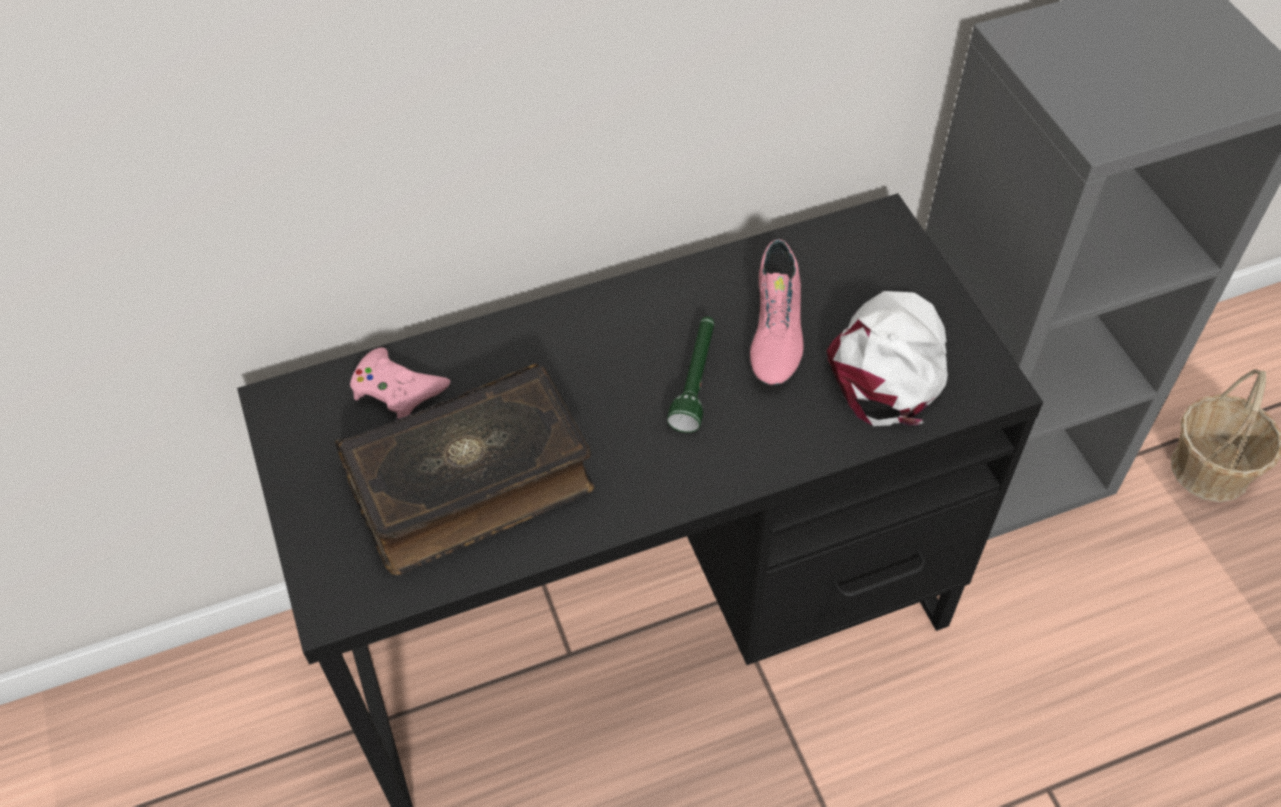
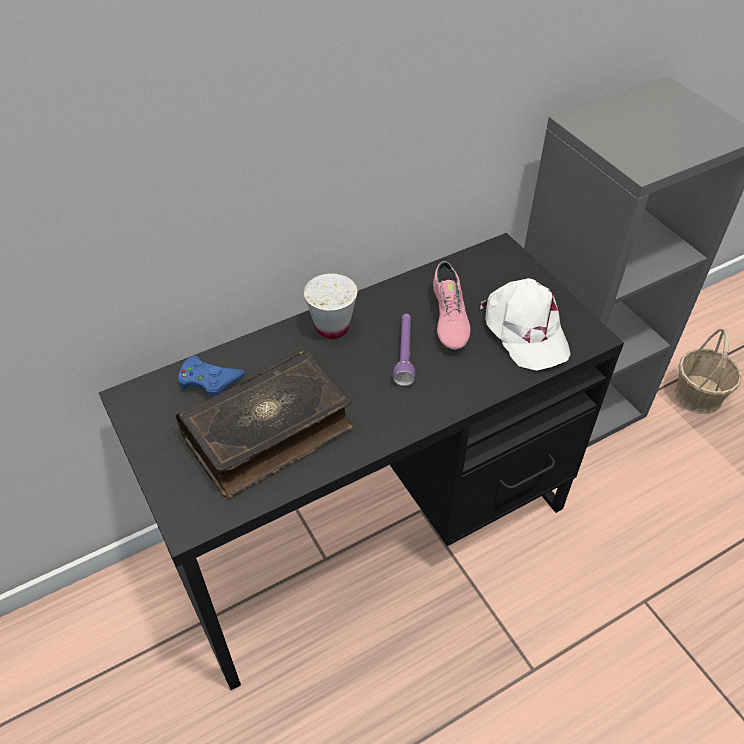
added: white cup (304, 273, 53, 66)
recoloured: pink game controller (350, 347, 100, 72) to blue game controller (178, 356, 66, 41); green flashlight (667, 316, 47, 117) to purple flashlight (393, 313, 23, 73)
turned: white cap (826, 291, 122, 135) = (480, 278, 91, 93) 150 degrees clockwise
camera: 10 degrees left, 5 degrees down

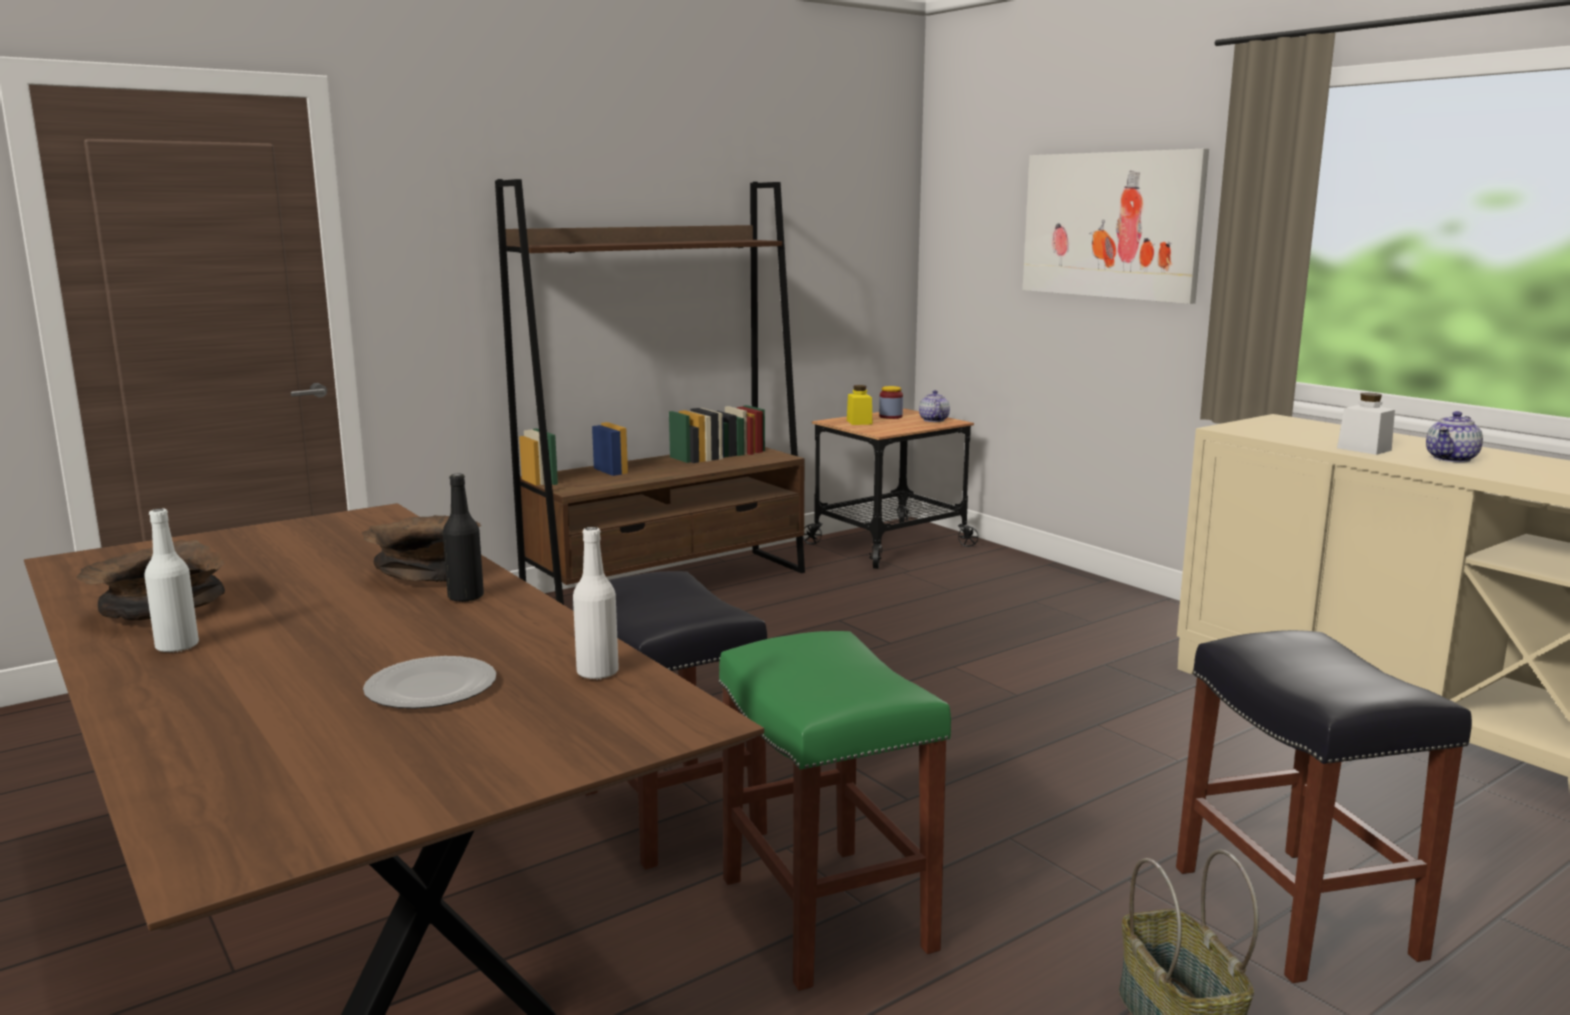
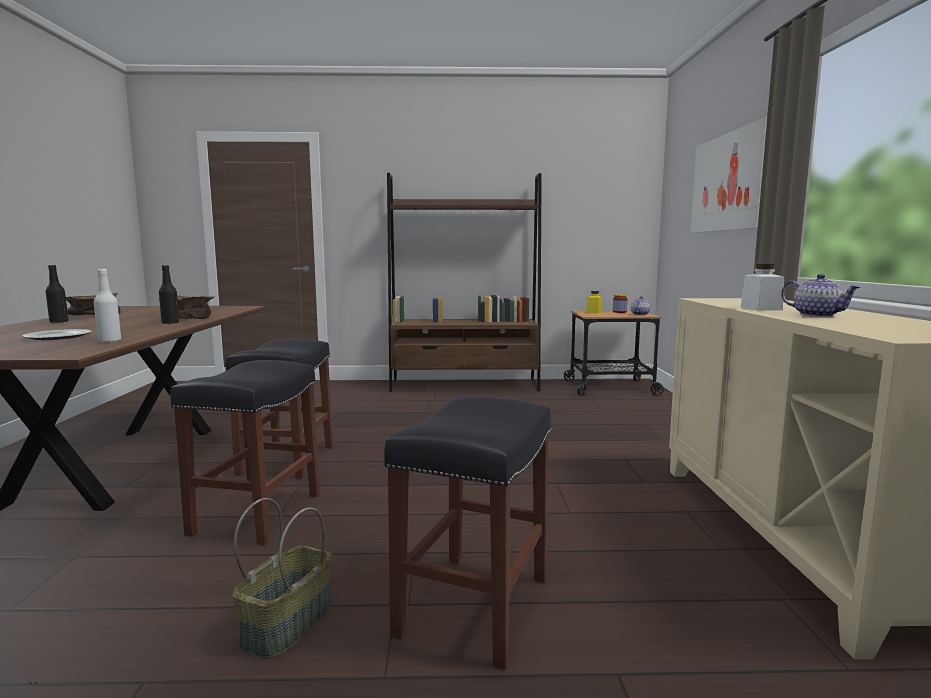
recoloured: white bottle (144, 508, 55, 145) to black bottle (45, 265, 24, 58); green stool (718, 631, 233, 360) to black stool (170, 360, 150, 185)
turned: teapot (1426, 411, 57, 52) = (781, 274, 79, 43) 120 degrees counterclockwise
camera: 35 degrees right, 5 degrees down

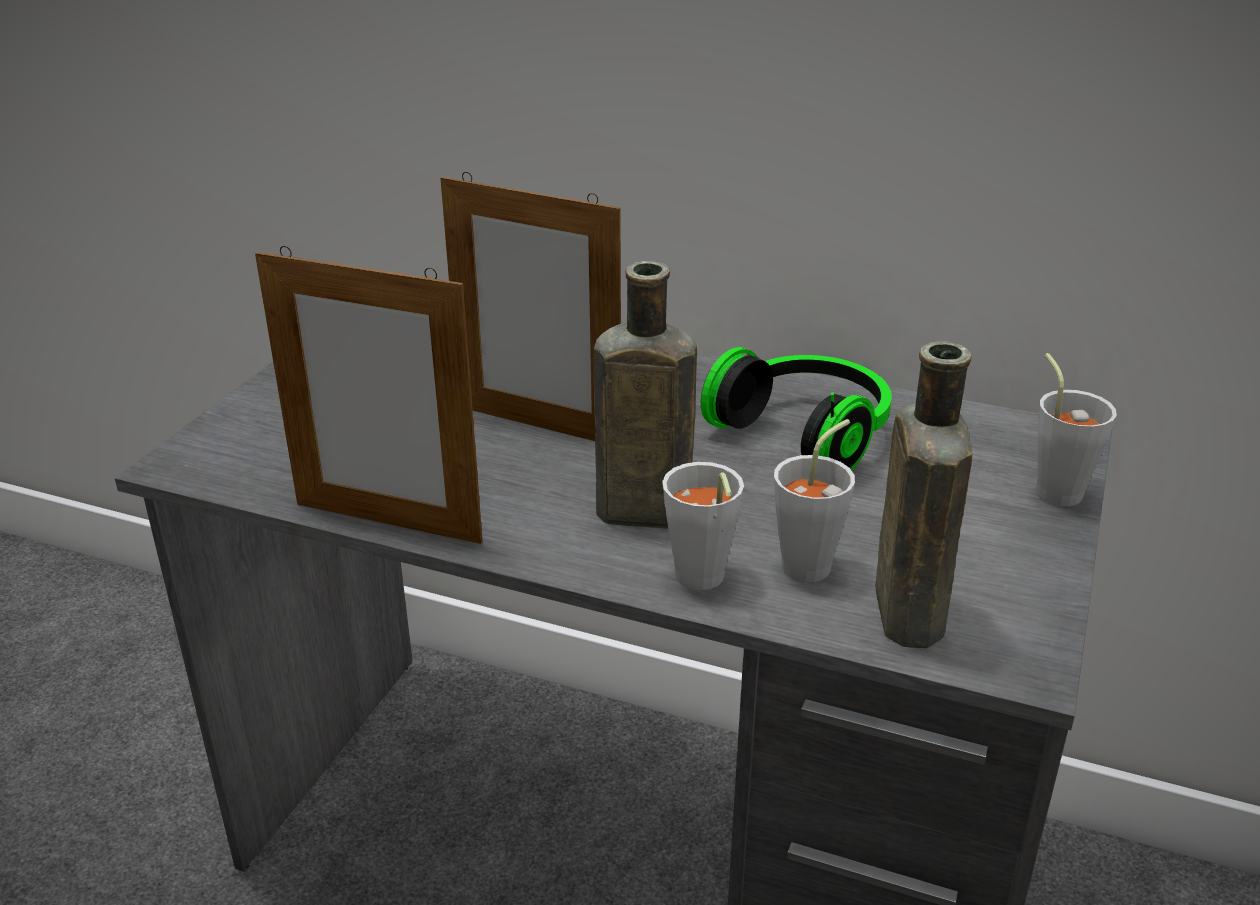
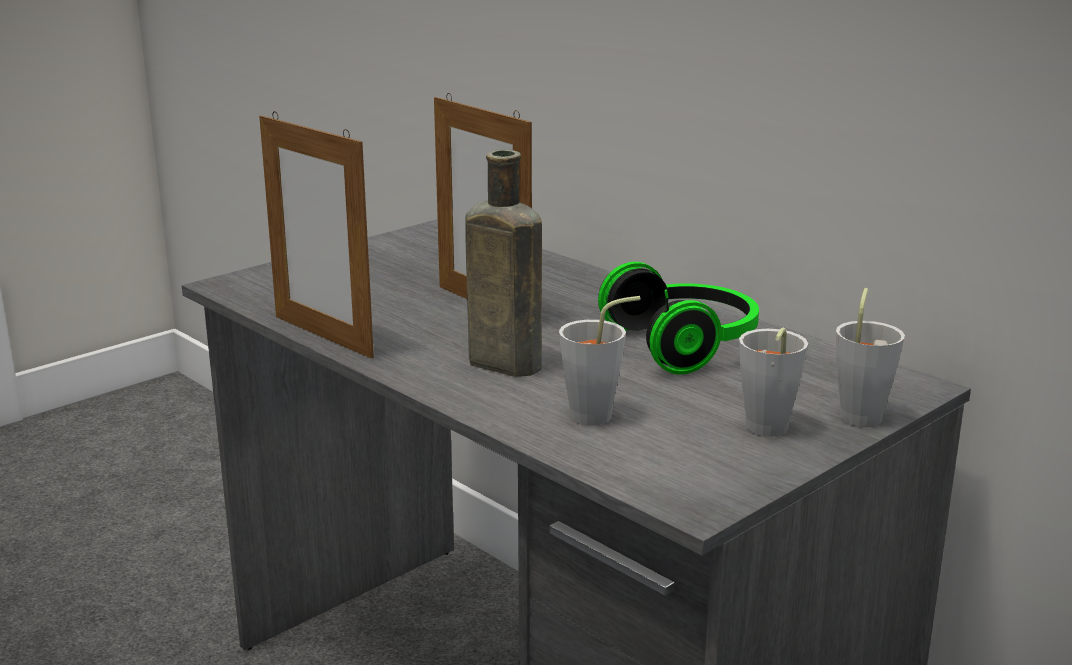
removed: brown bottle (875, 341, 97, 307)
moved: grey cup (662, 462, 82, 128) to (739, 328, 69, 109)
camera: 25 degrees right, 10 degrees down

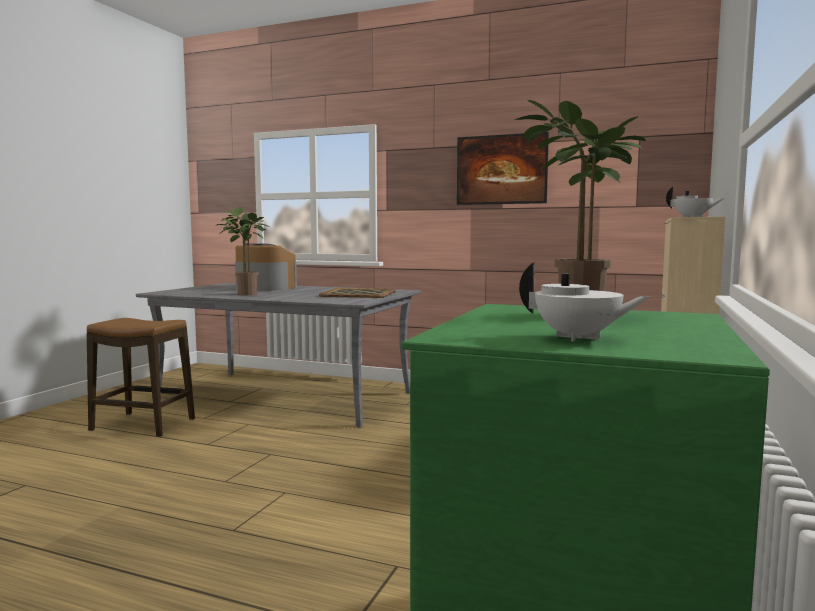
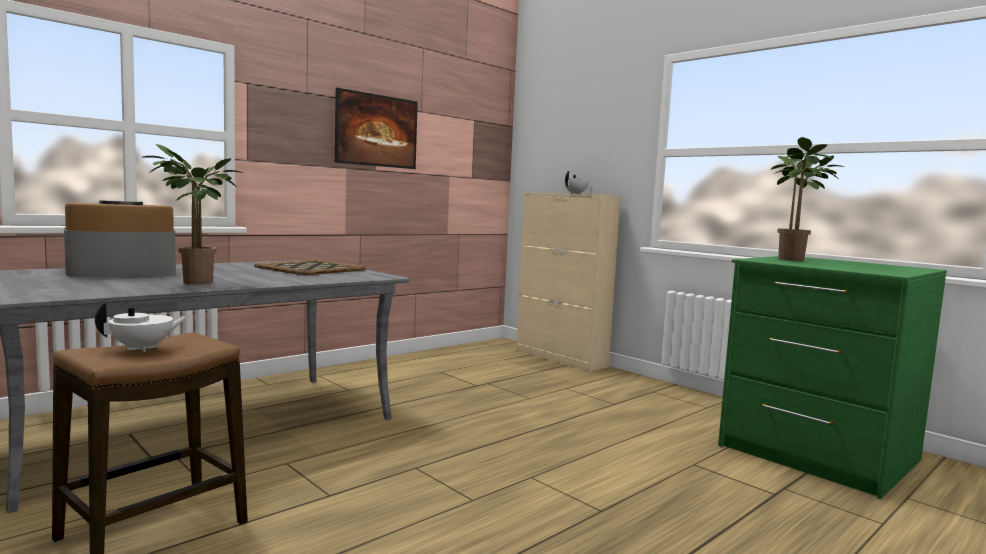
moved: white teapot (519, 262, 131, 80) to (95, 302, 94, 50)
camera: 65 degrees left, 0 degrees up

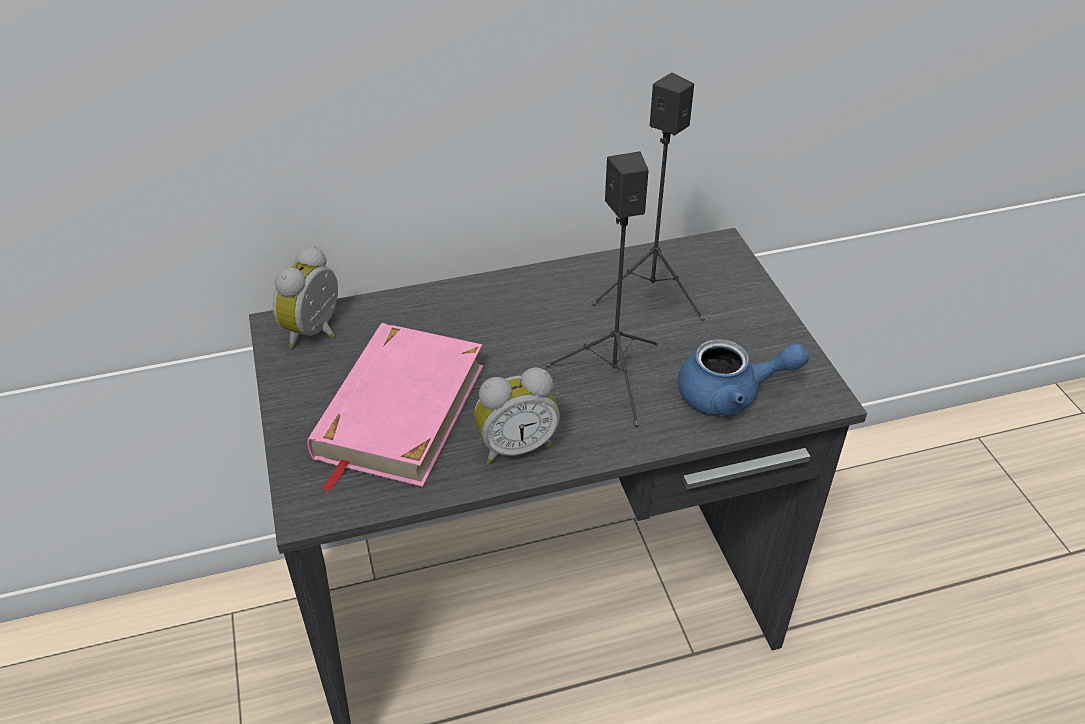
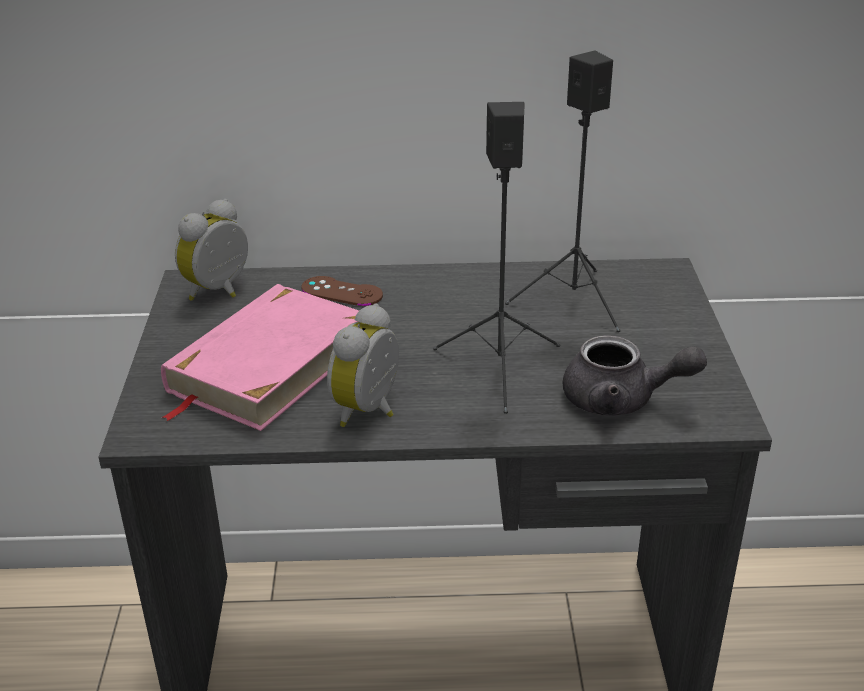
added: brown game controller (301, 276, 82, 30)
recoloured: blue teapot (678, 339, 131, 77) to grey teapot (562, 335, 145, 81)
turned: alarm clock (474, 367, 86, 97) = (327, 304, 72, 123) 120 degrees clockwise
camera: 15 degrees right, 10 degrees down

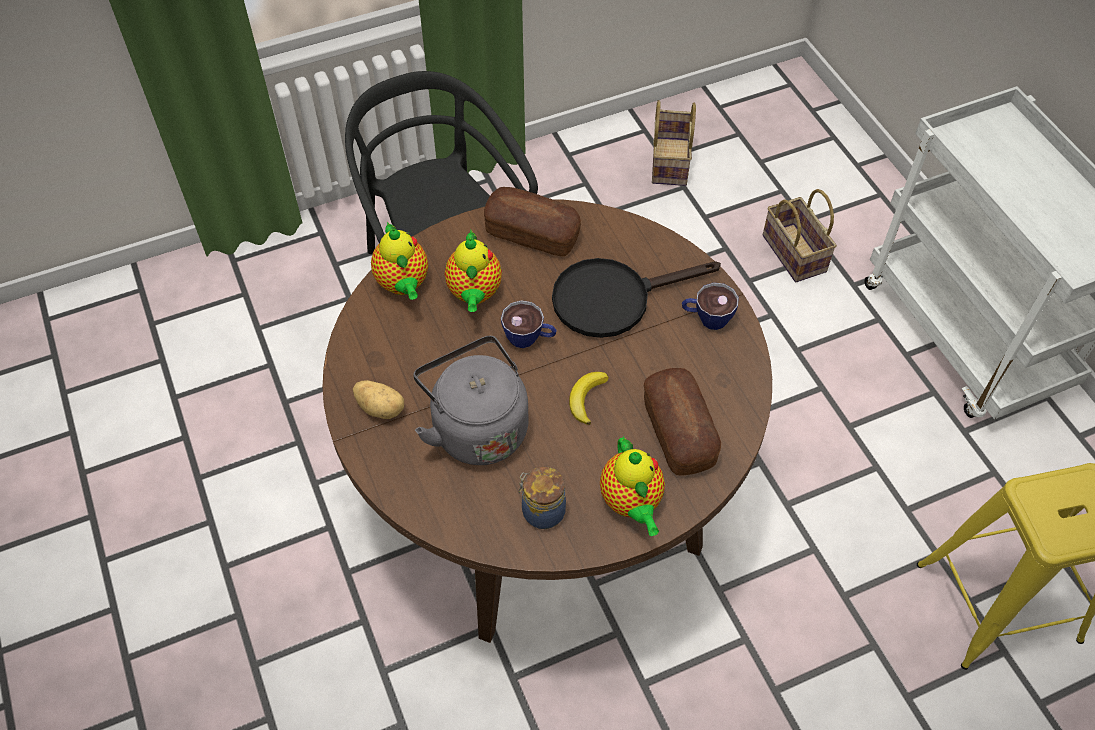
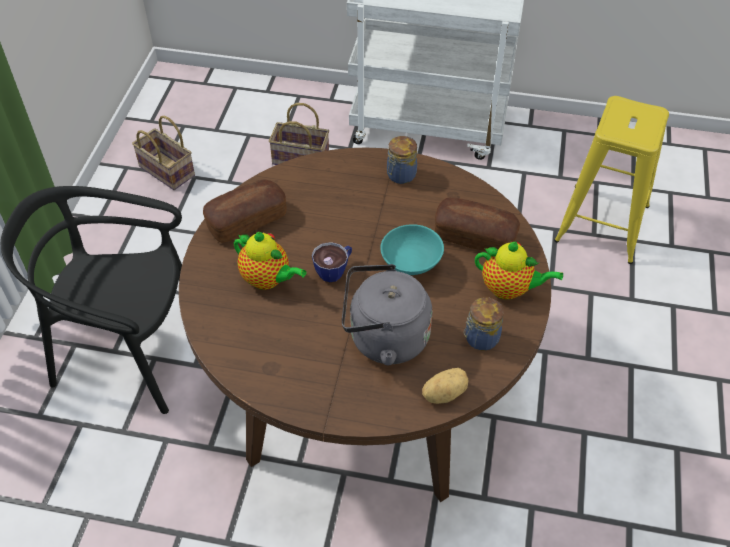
removed: teapot (371, 222, 57, 78); black frying pan (552, 258, 169, 80)
moved: potato (353, 380, 51, 39) to (422, 368, 46, 36)
replaced: banana (569, 372, 40, 53) to turquoise bowl (380, 224, 64, 51); cup (682, 283, 57, 47) to jar (387, 136, 30, 48)
camera: 55 degrees left, 5 degrees down

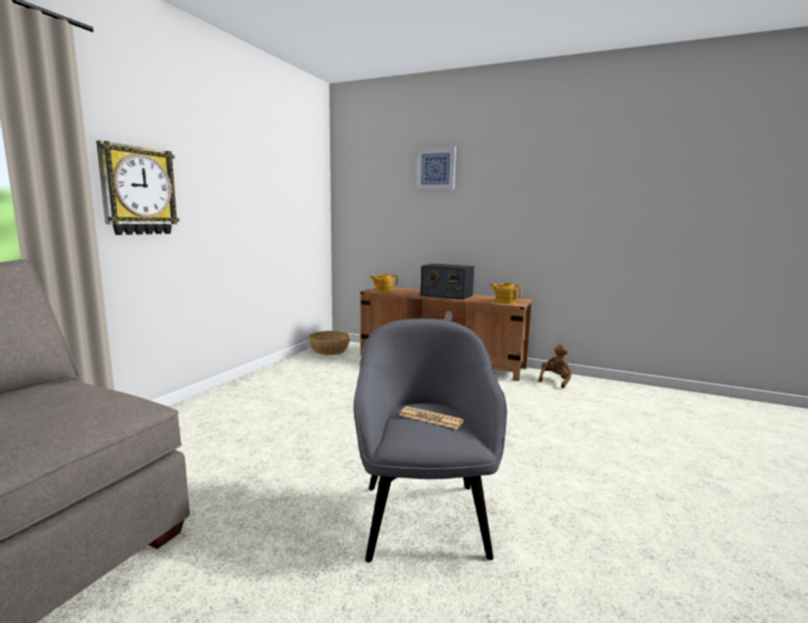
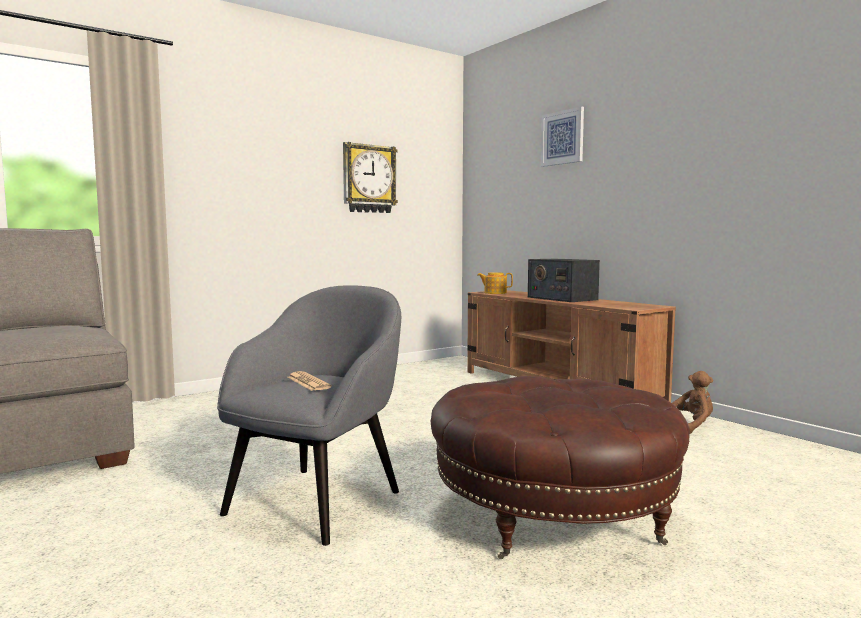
removed: basket (309, 331, 42, 24); teapot (490, 283, 32, 21)
added: brown ottoman (430, 376, 260, 183)
moved: wall clock (96, 141, 84, 94) to (343, 142, 55, 71)
camera: 30 degrees right, 5 degrees down

